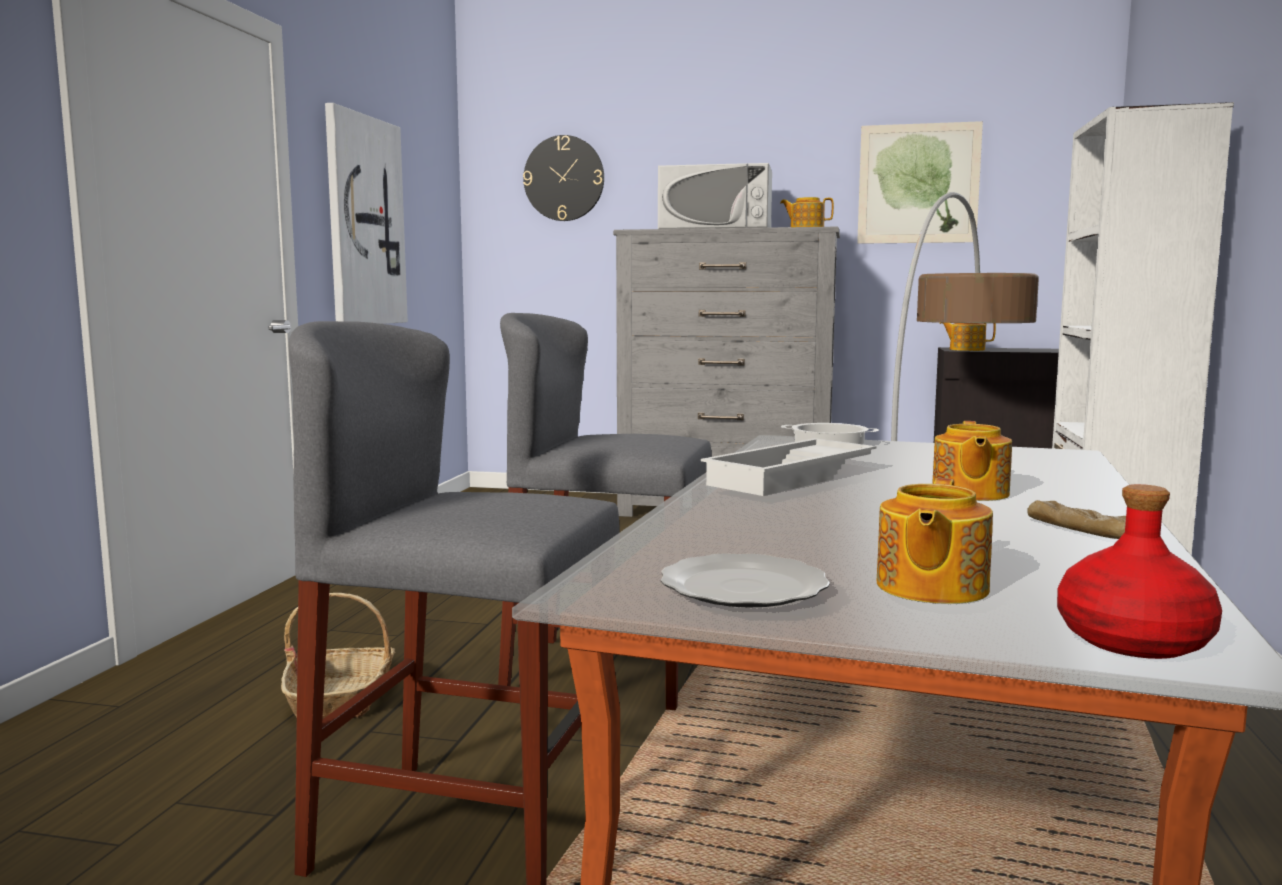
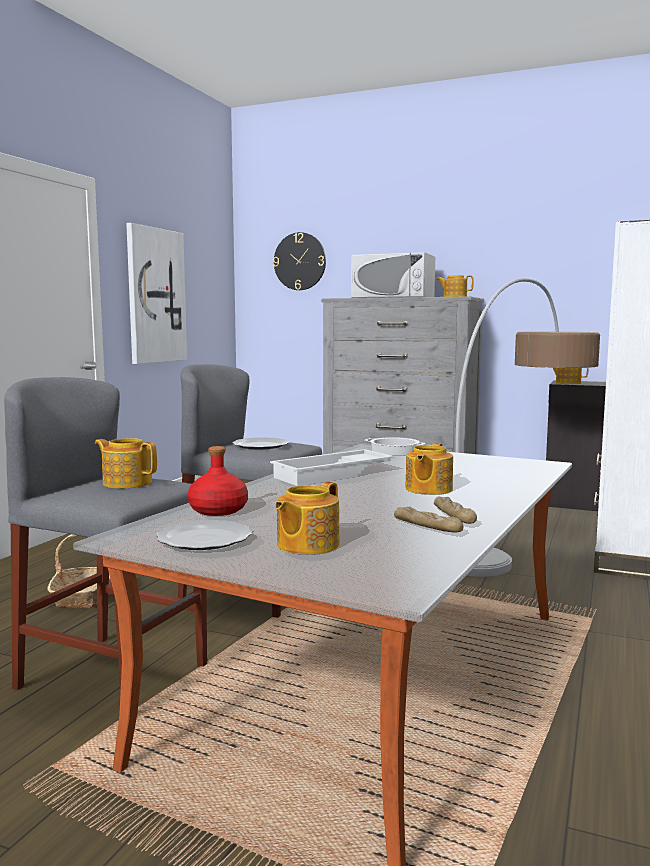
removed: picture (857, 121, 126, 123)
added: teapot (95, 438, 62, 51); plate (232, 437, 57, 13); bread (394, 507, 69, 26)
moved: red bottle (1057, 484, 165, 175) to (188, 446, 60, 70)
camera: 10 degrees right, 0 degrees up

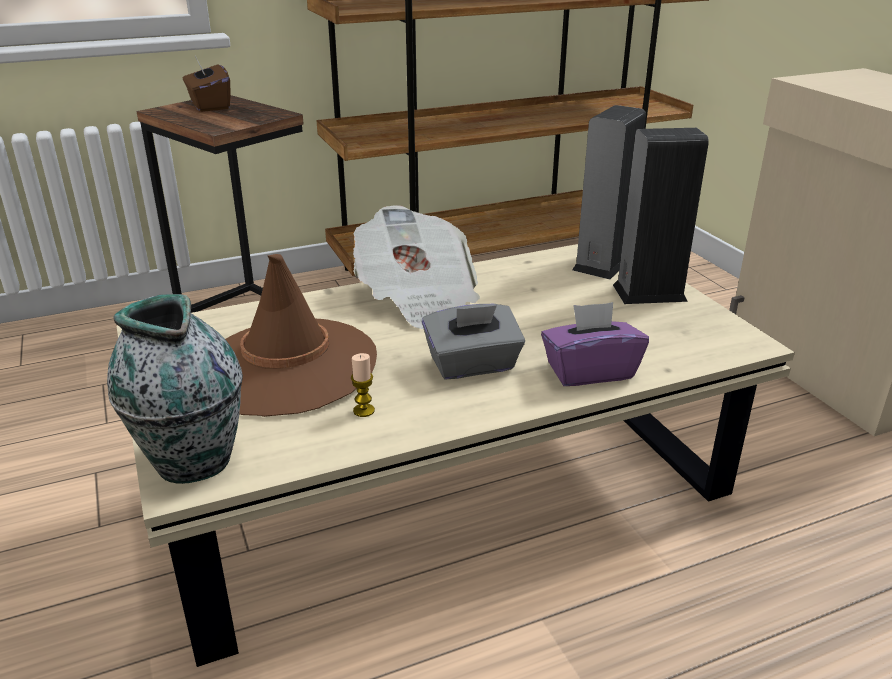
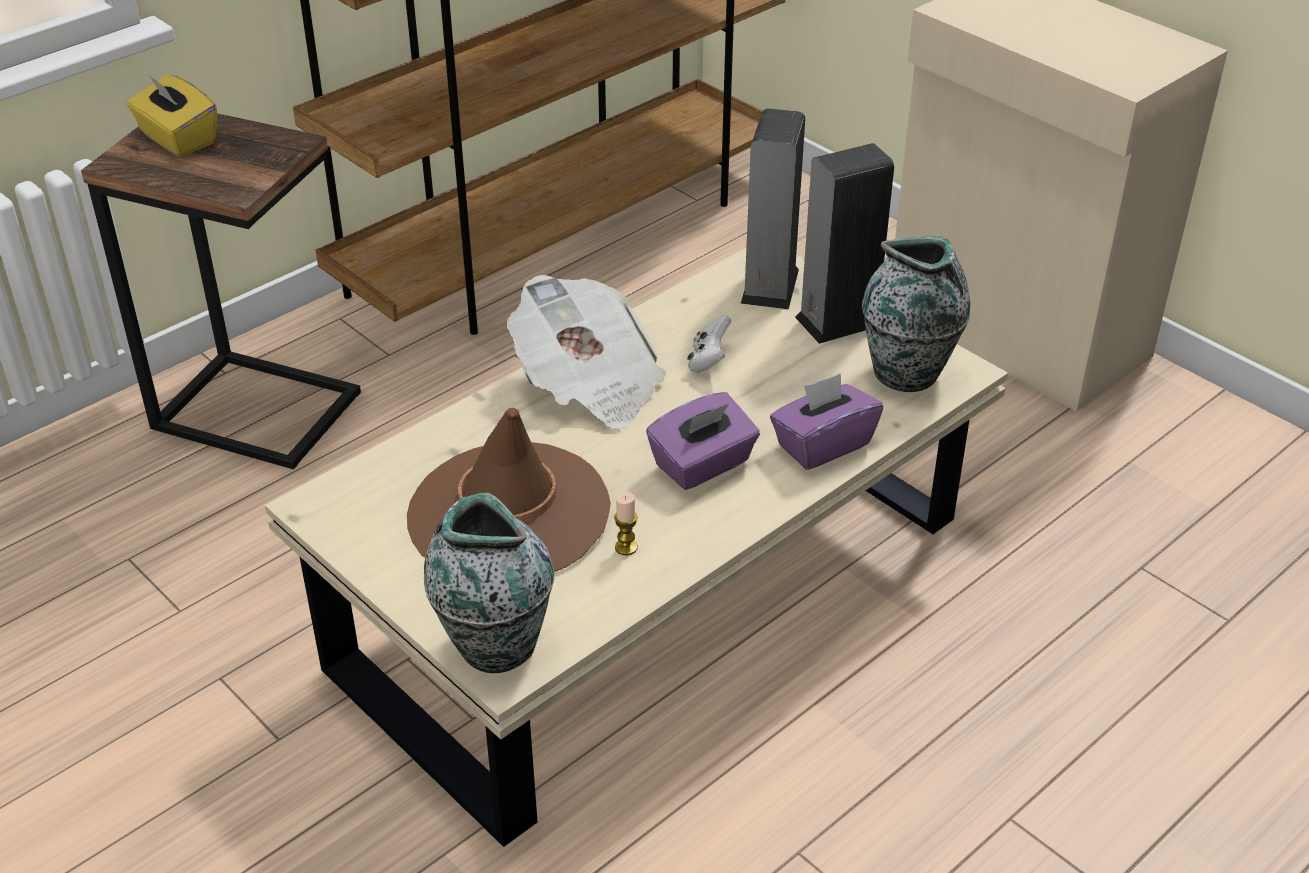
added: white game controller (687, 315, 44, 58); vase (862, 236, 108, 156)
recoloured: brown tissue box (183, 56, 48, 56) to yellow tissue box (126, 74, 91, 83); grey tissue box (422, 304, 103, 75) to purple tissue box (646, 392, 114, 98)
camera: 20 degrees left, 10 degrees up

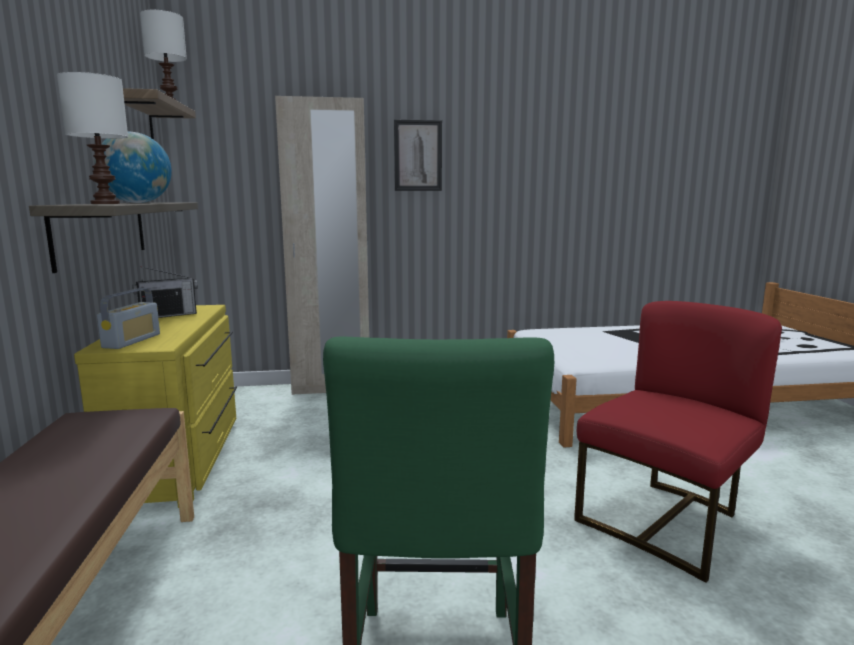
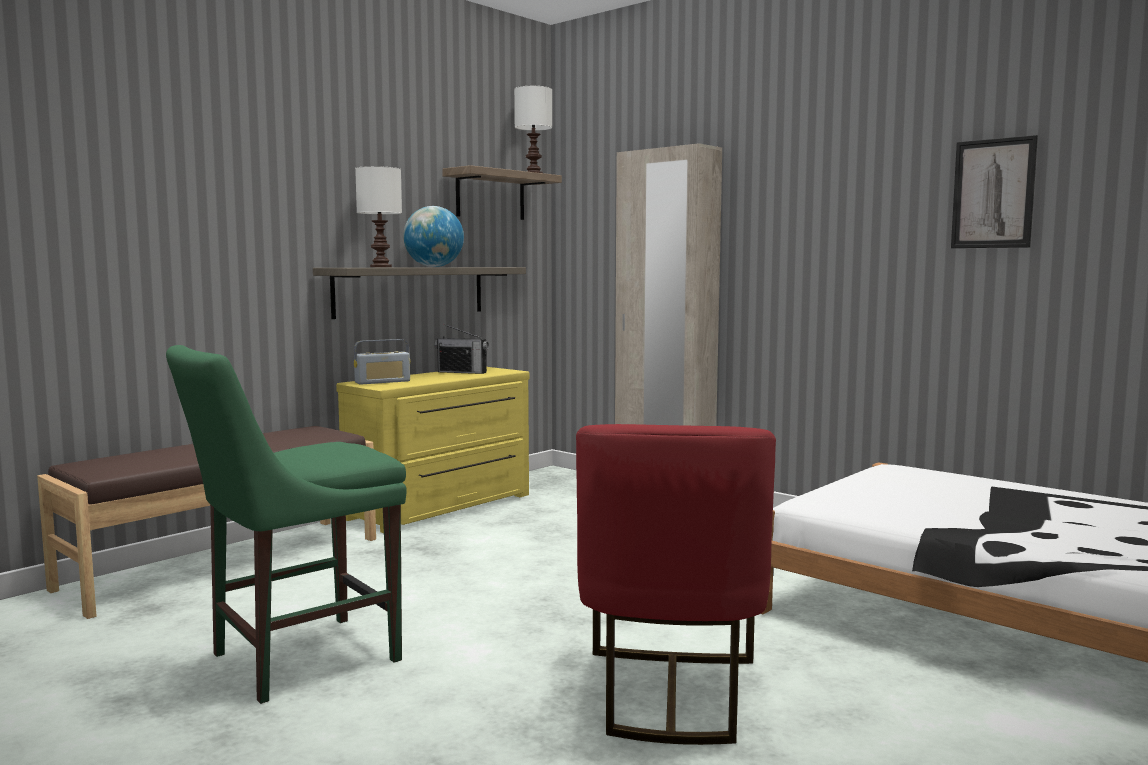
moved: picture (394, 120, 48, 71) to (951, 135, 87, 113)
turned: red chair (574, 301, 208, 282) = (576, 424, 200, 321) 90 degrees clockwise
camera: 50 degrees right, 5 degrees down

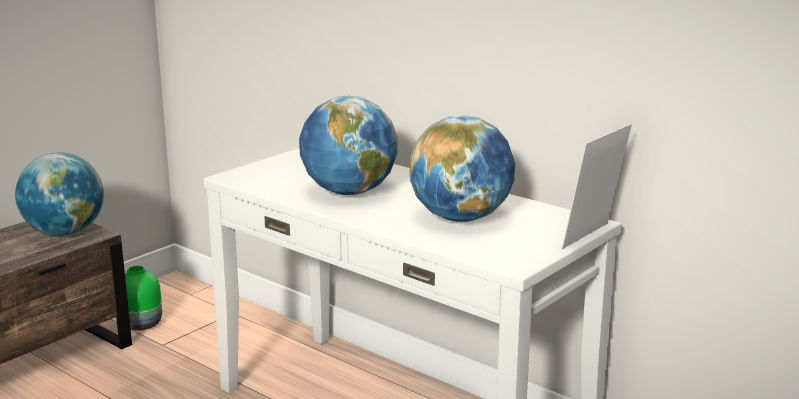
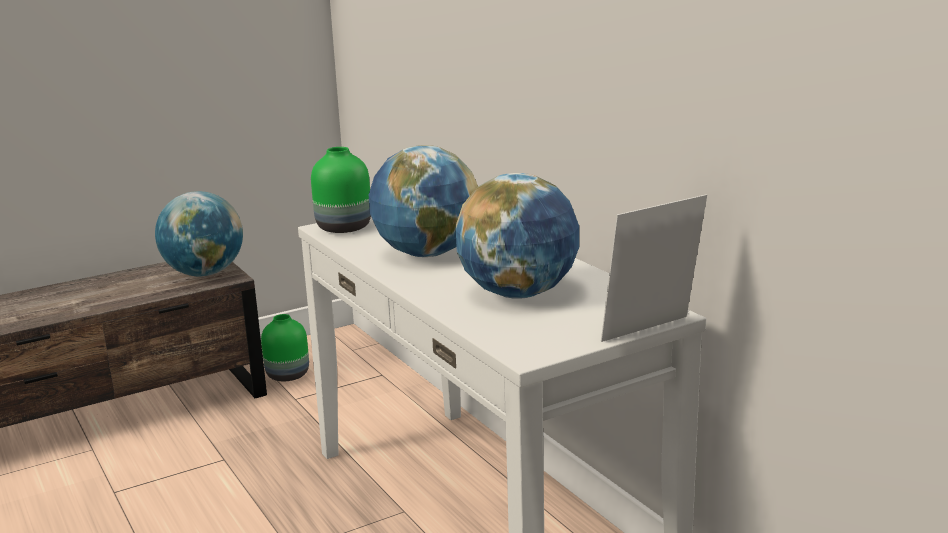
added: green vase (311, 147, 60, 86)
camera: 20 degrees right, 0 degrees up

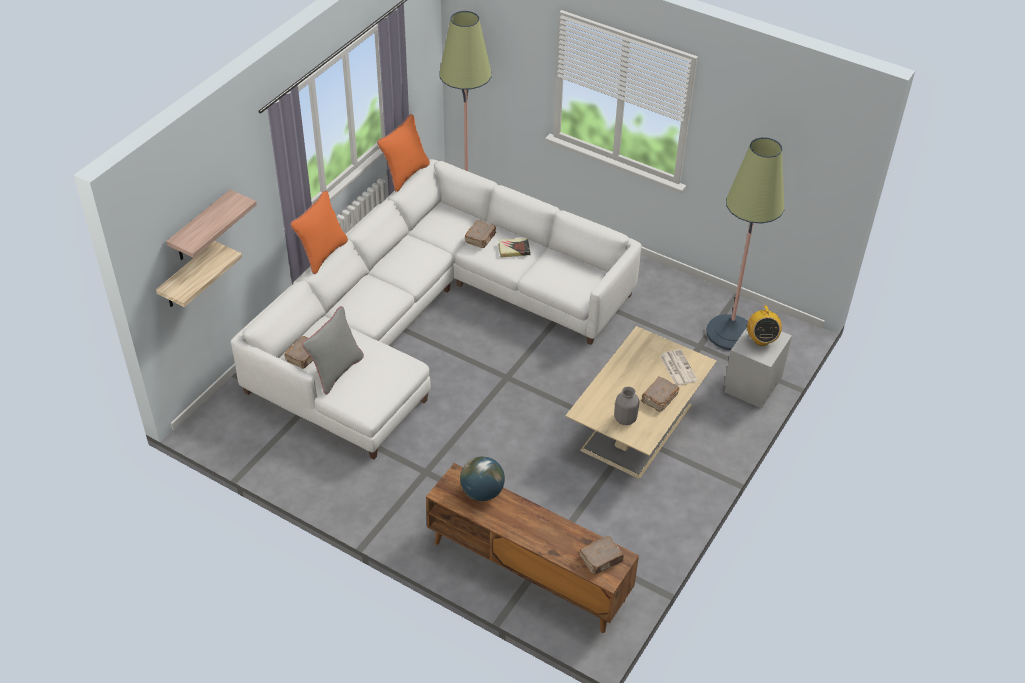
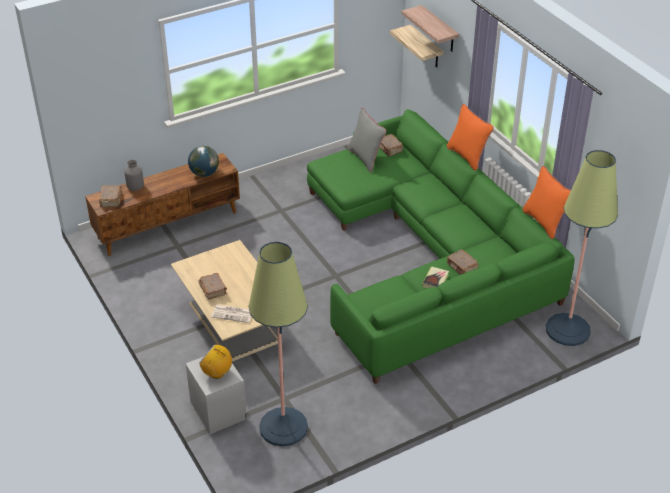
moved: grey vase (614, 386, 25, 39) to (124, 160, 20, 31)
recoloured: white sofa (231, 159, 411, 300) to green sofa (307, 109, 268, 275)
camera: 120 degrees right, 5 degrees down

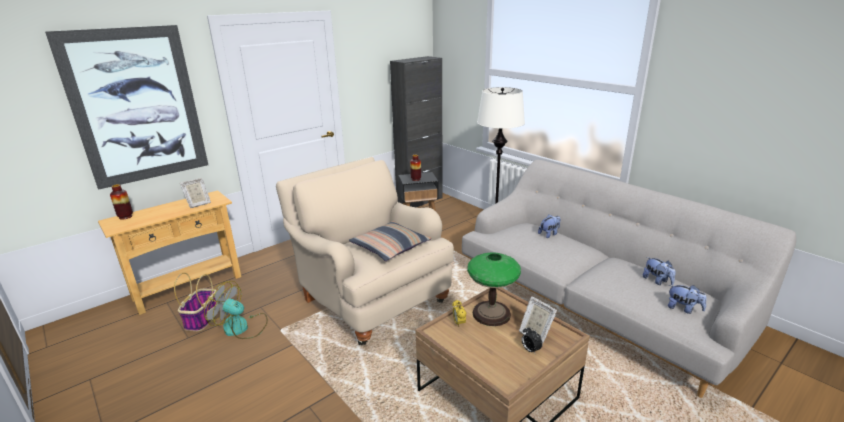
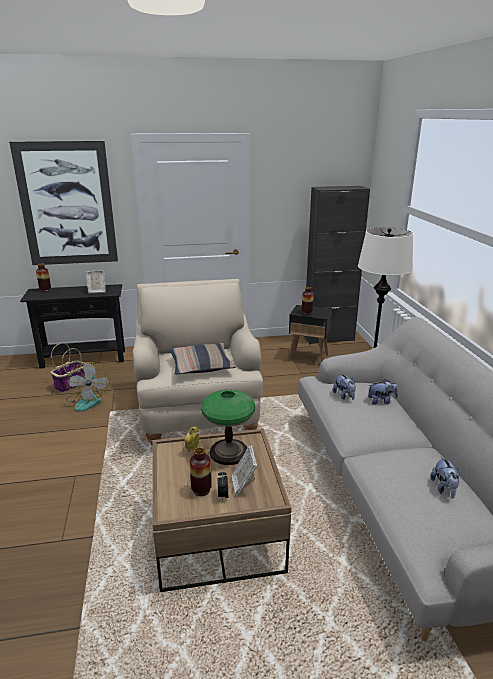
added: vase (190, 447, 22, 49)
moved: plush toy (668, 285, 39, 29) to (333, 373, 23, 27)
recoloured: beige console table (98, 190, 143, 125) to black console table (20, 284, 105, 85)
turned: fan (204, 281, 64, 58) = (66, 362, 43, 49) 150 degrees counterclockwise
camera: 30 degrees right, 0 degrees up

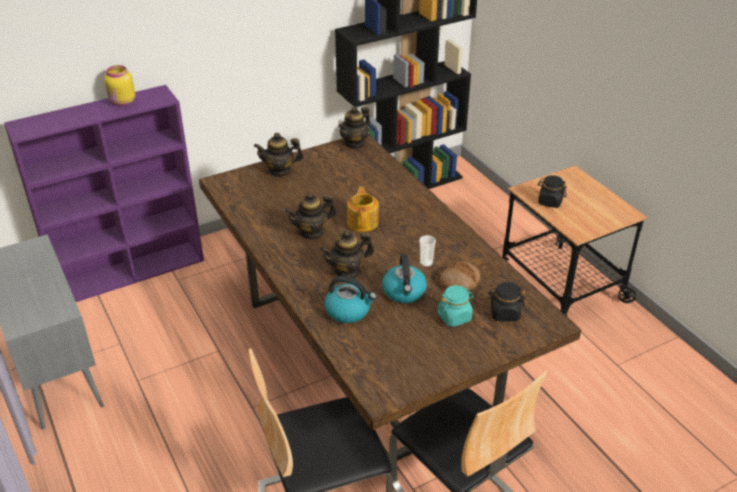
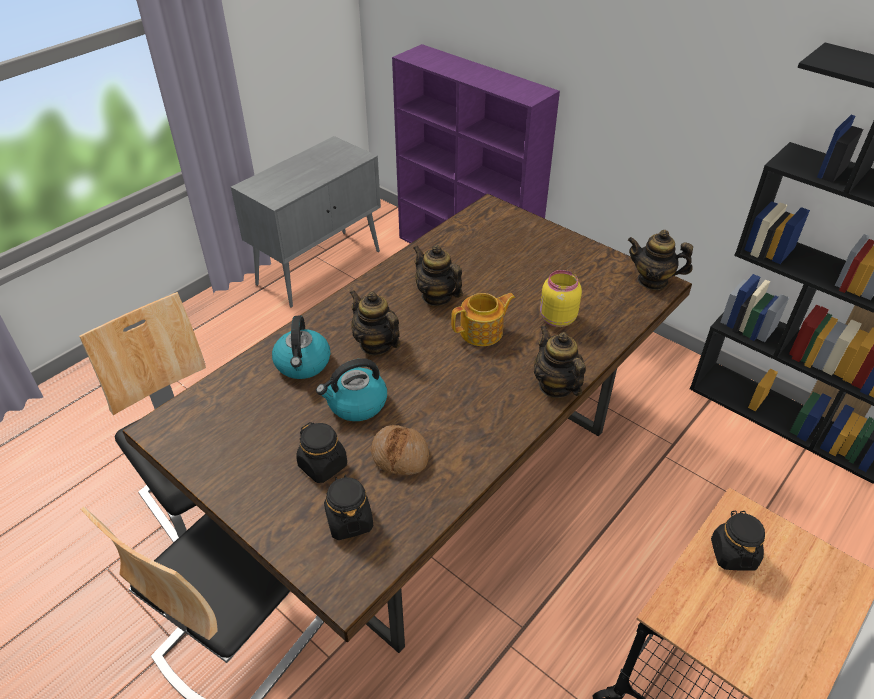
removed: cup (419, 235, 17, 32)
moved: yellow jar (104, 65, 31, 41) to (540, 270, 42, 57); teapot (254, 133, 50, 44) to (534, 325, 52, 73)
recoloured: turquoise jar (438, 285, 36, 42) to black jar (296, 422, 51, 61)
camera: 70 degrees right, 5 degrees up

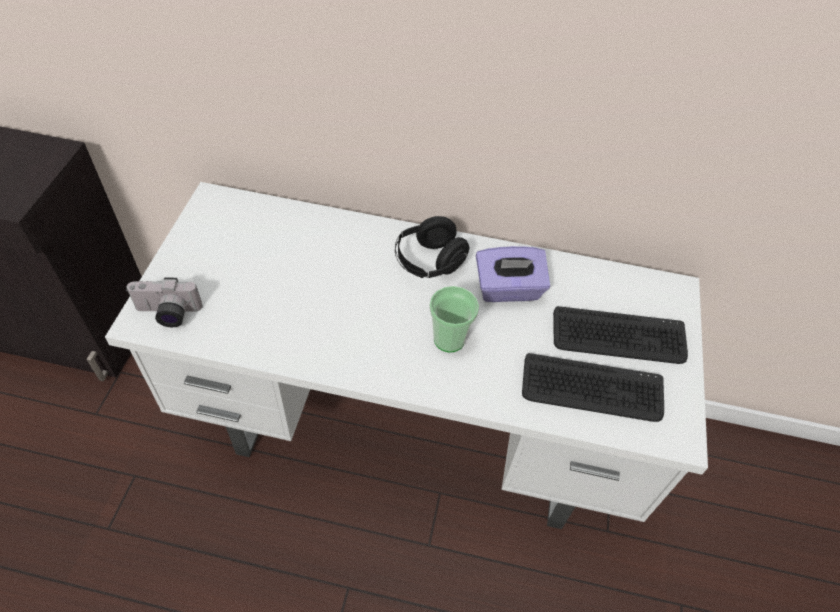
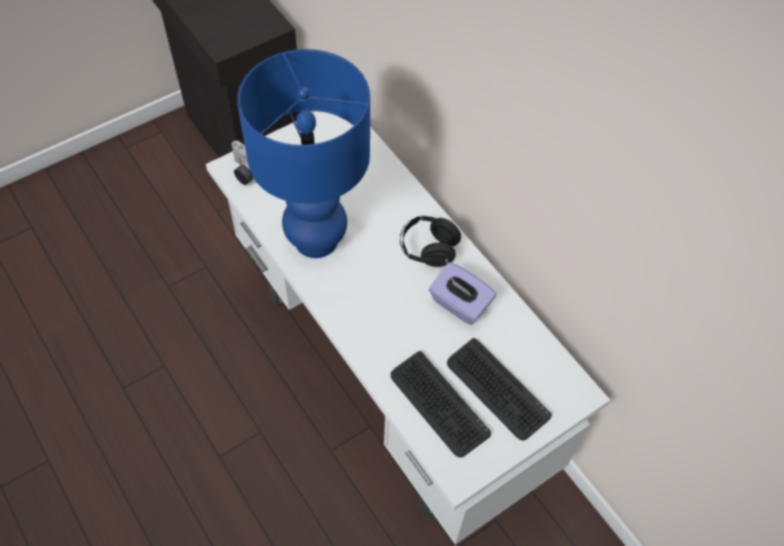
removed: cup (429, 286, 50, 67)
added: blue table lamp (237, 49, 133, 209)
camera: 45 degrees right, 5 degrees up

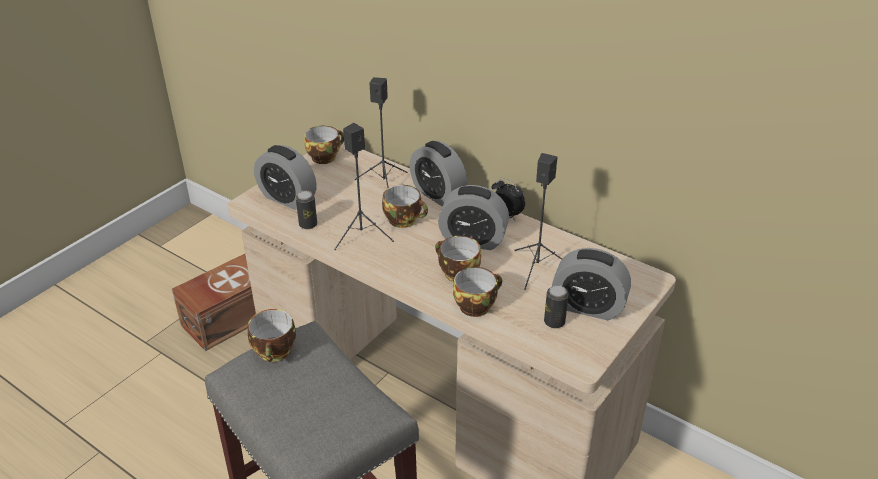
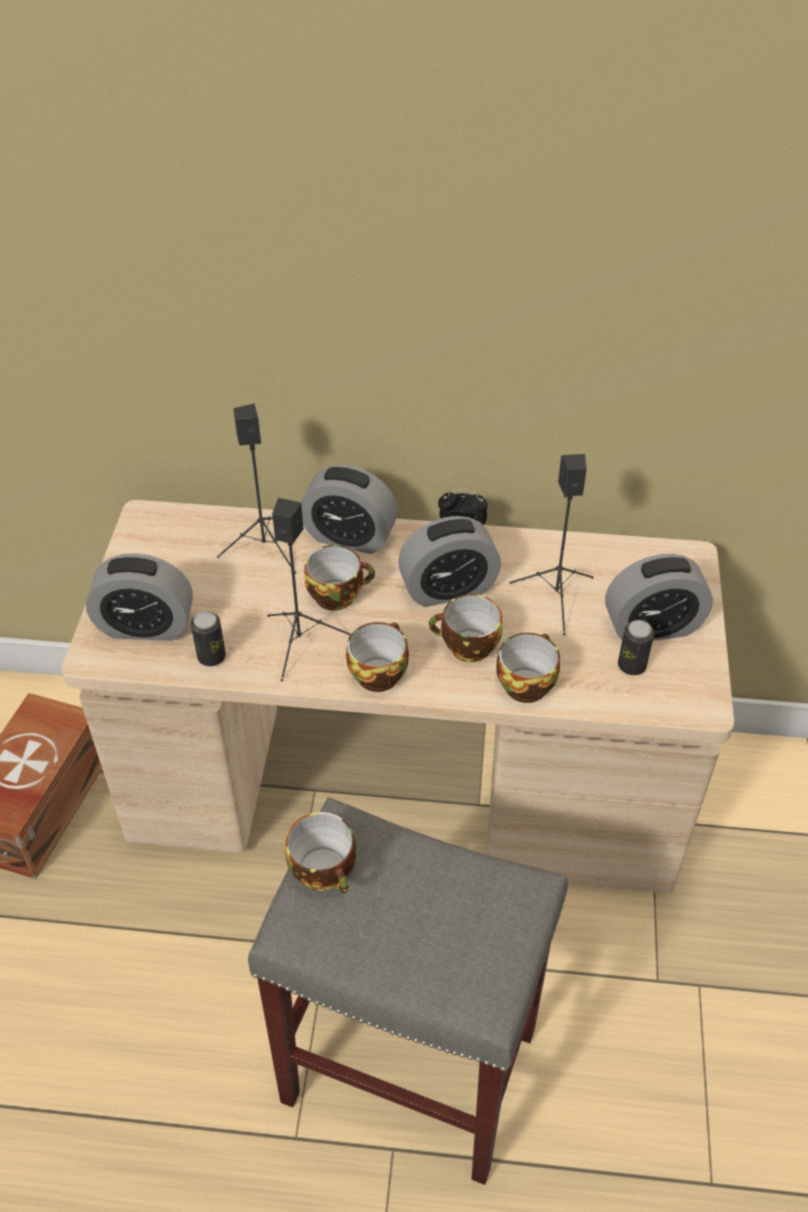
moved: cup (304, 126, 40, 38) to (346, 622, 63, 70)
camera: 30 degrees left, 10 degrees up

